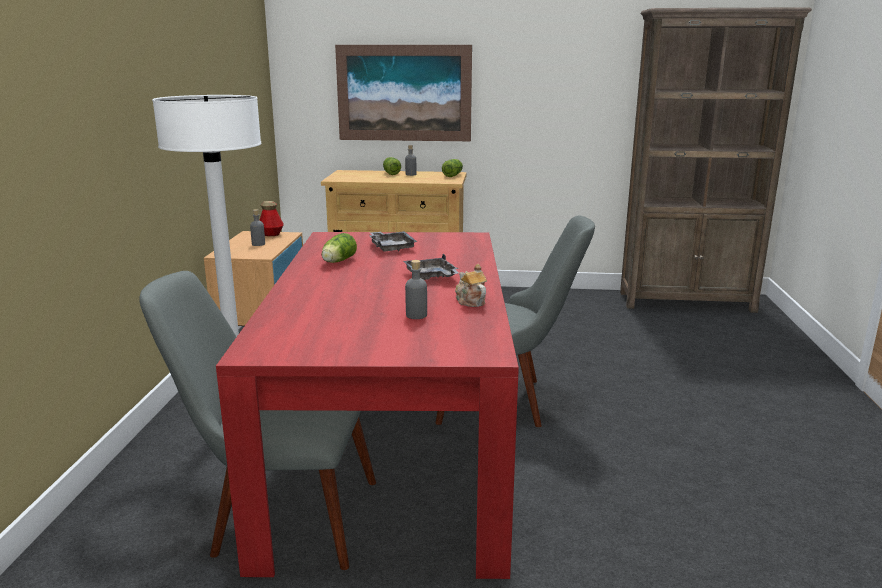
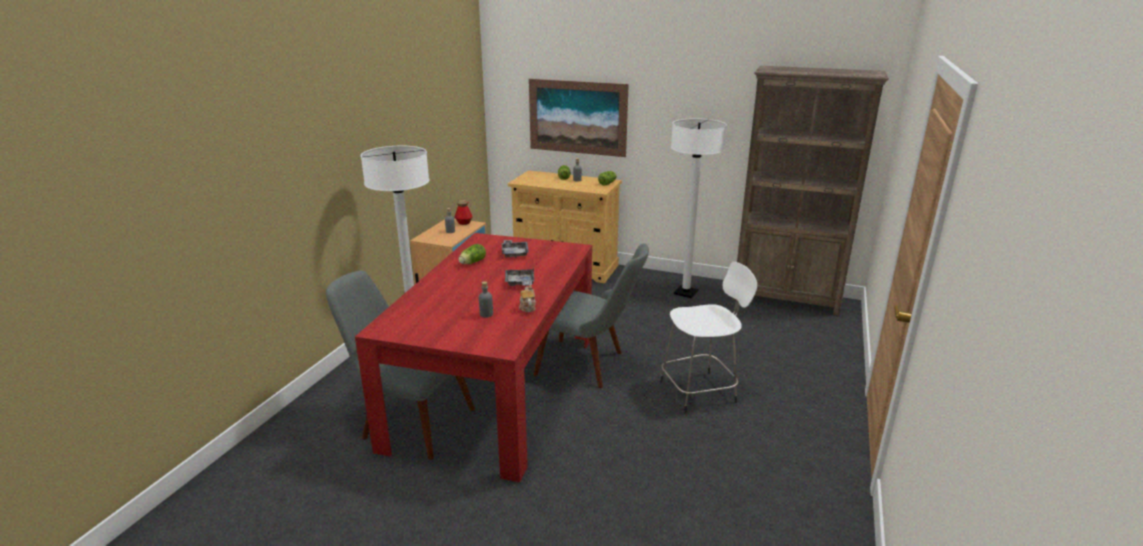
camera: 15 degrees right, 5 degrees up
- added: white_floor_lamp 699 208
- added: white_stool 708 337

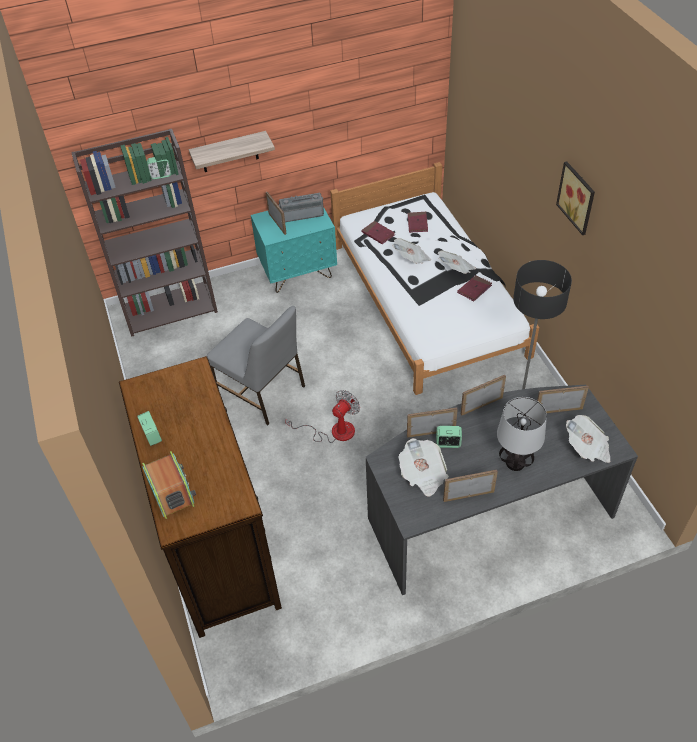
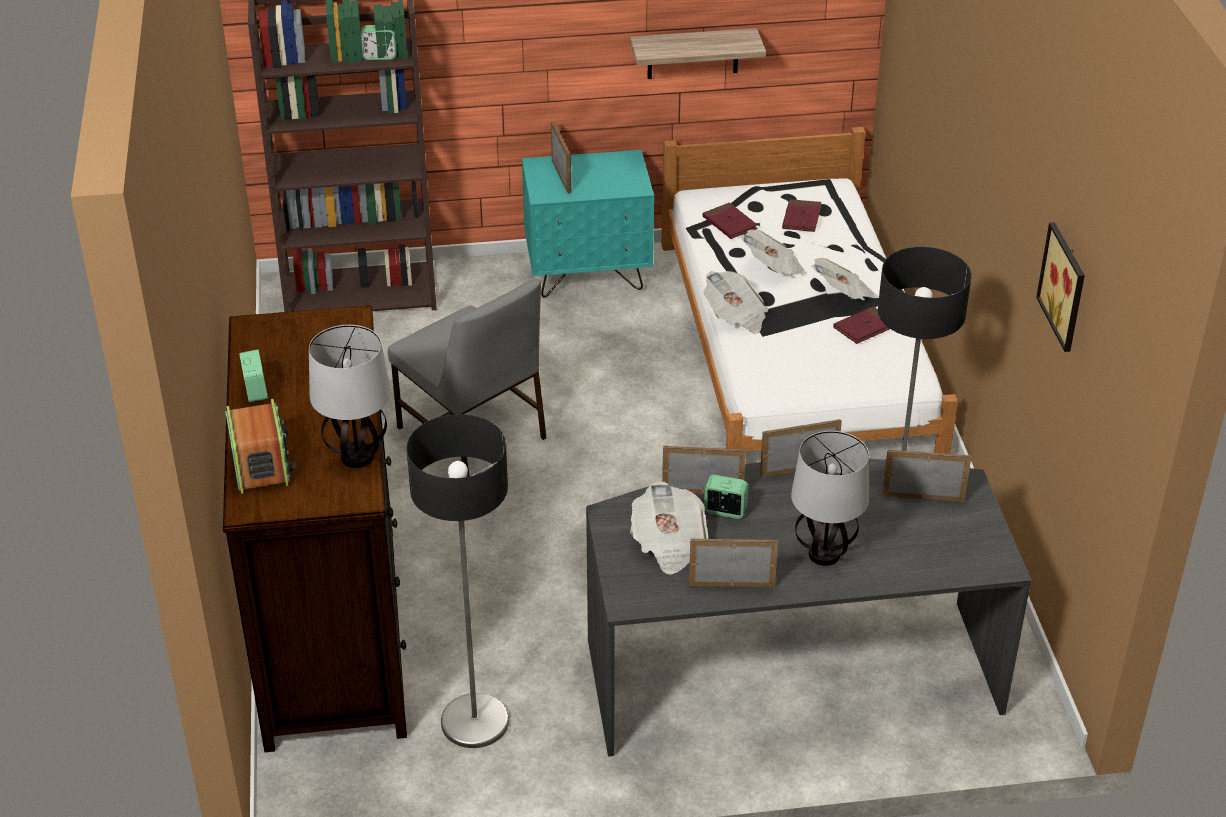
camera: 10 degrees right, 10 degrees down
- moved: shelf 232 151 to 698 53
- moved: picture 575 198 to 1060 287
- removed: radio 301 207
- removed: fan 322 416
- moved: newspaper 588 439 to 736 302
- added: table_lamp 350 396
- added: floor_lamp 457 581

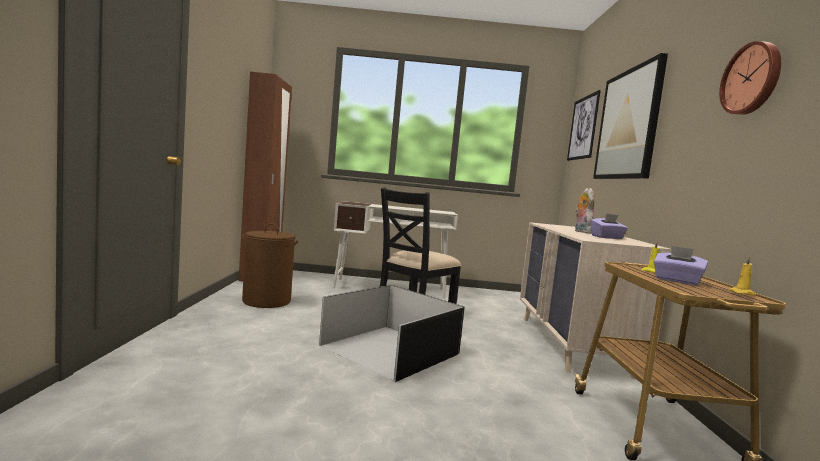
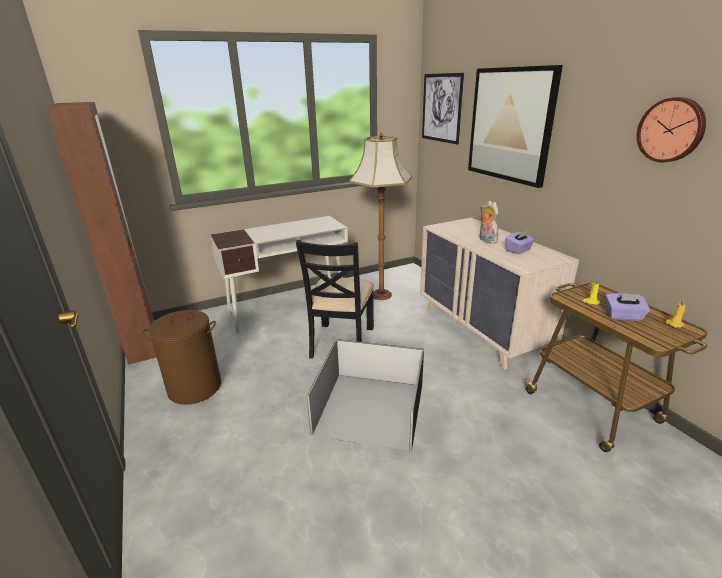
camera: 25 degrees left, 20 degrees up
- added: floor_lamp 380 216

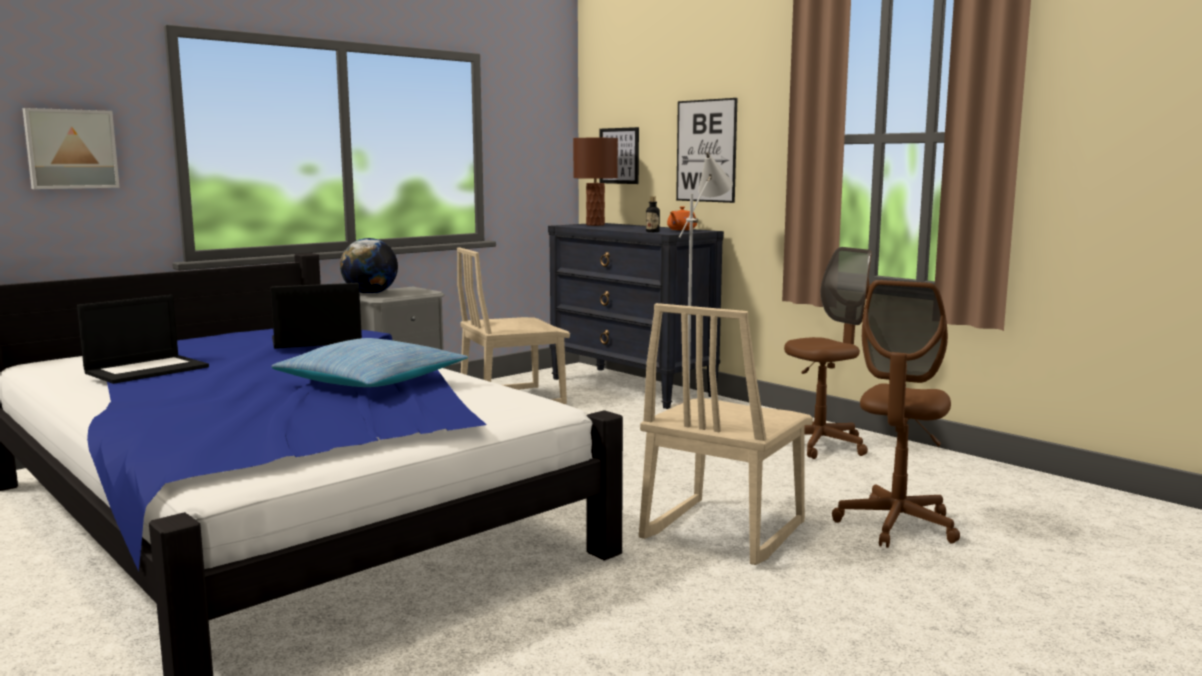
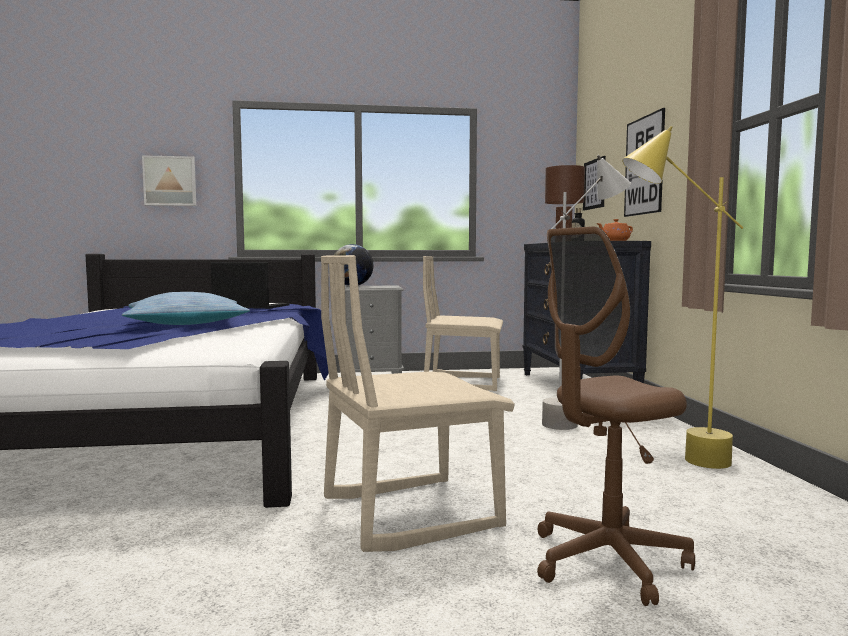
camera: 35 degrees right, 5 degrees down
- replaced: brown_office_chair 827 353 to yellow_floor_lamp 682 297
- removed: laptop 143 339

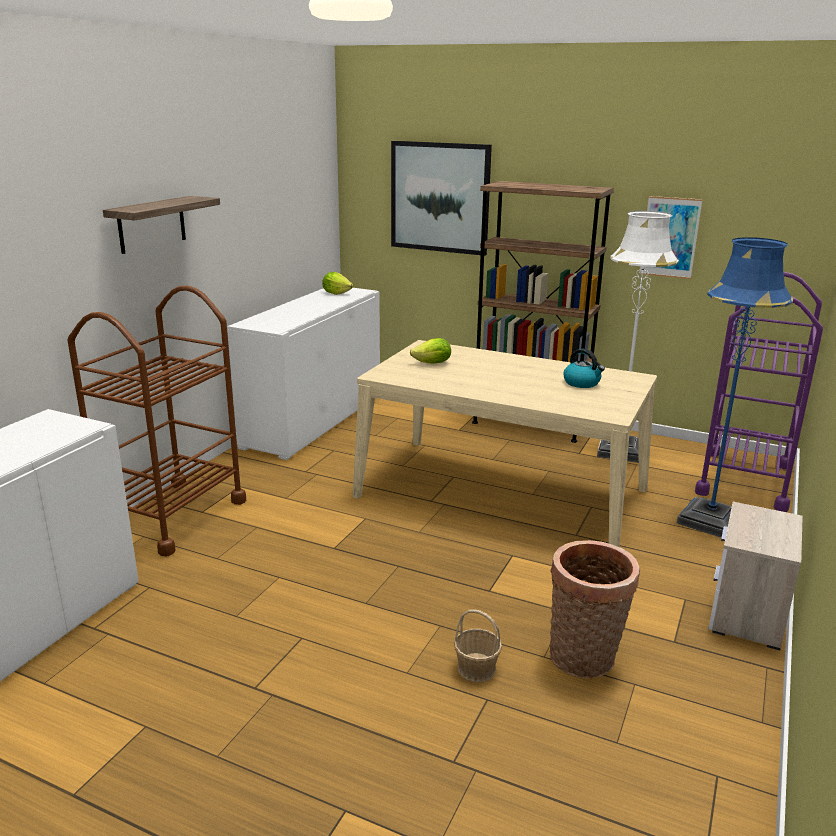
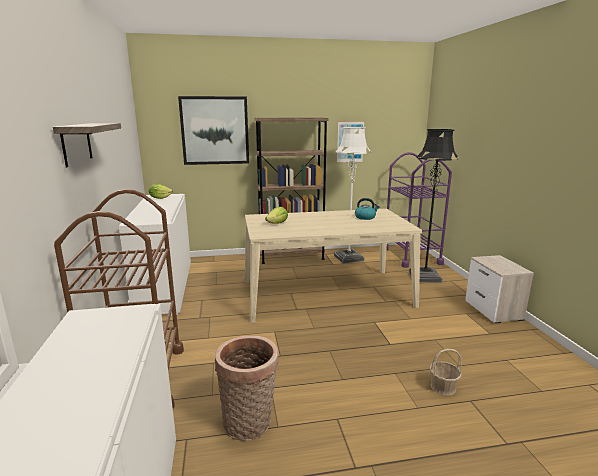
camera: 35 degrees left, 5 degrees down
- recoloured: blue_floor_lamp 735 387 to black_floor_lamp 434 206
- moved: basket 594 609 to 247 388

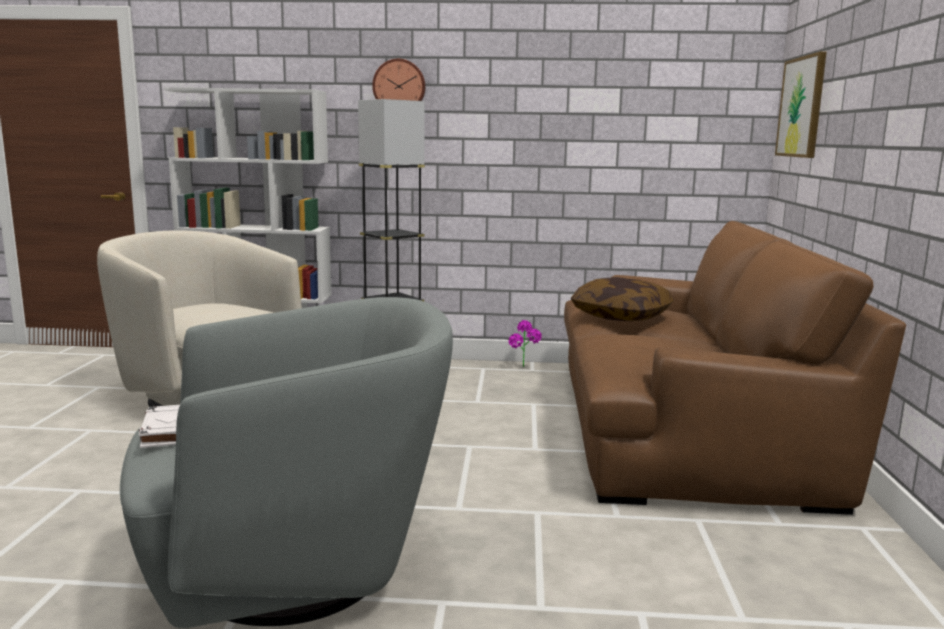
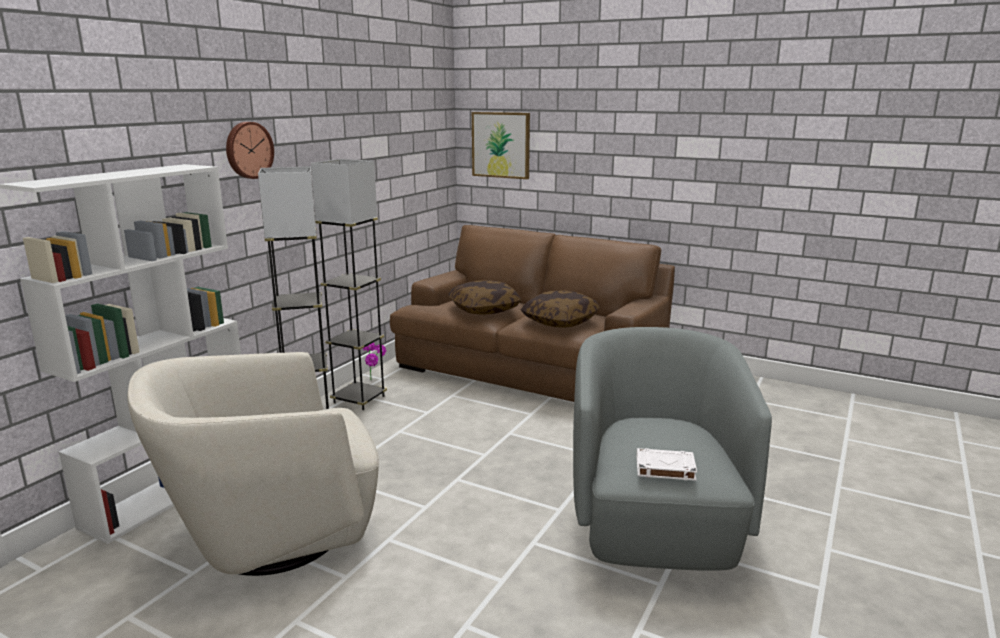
camera: 65 degrees left, 5 degrees up
- added: grey_floor_lamp 349 284
- added: pillow 560 309

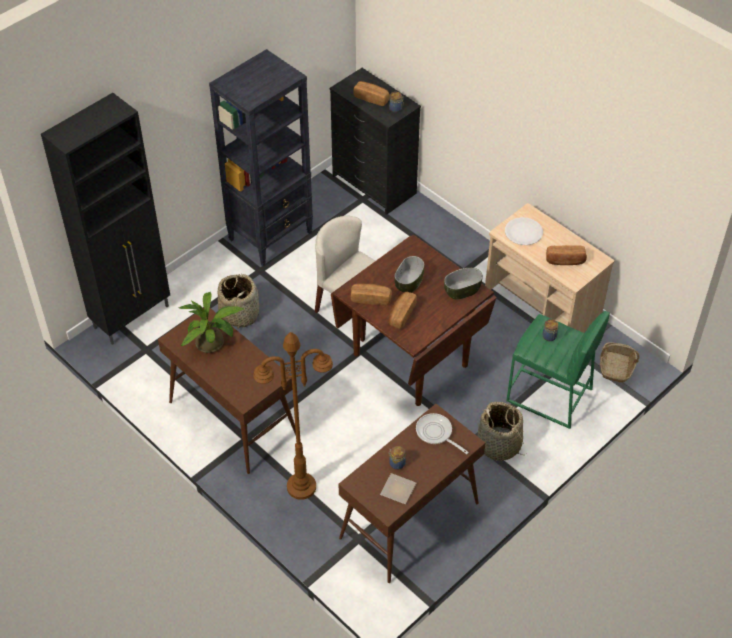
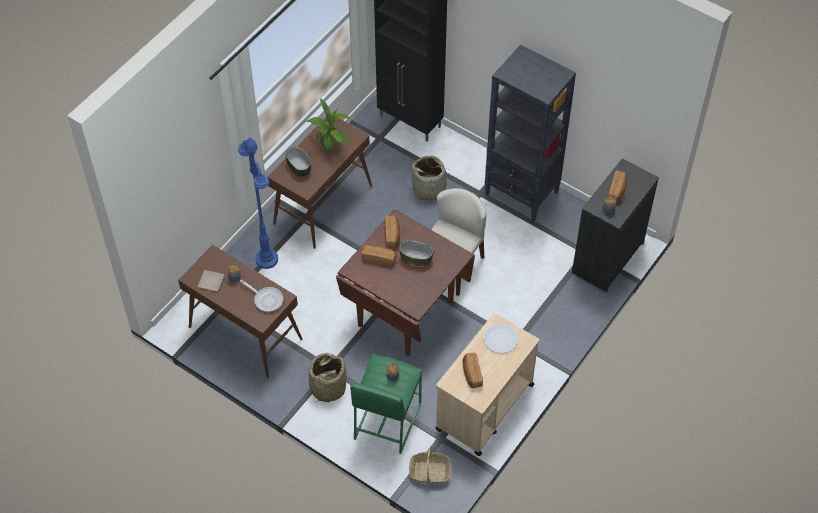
camera: 80 degrees right, 5 degrees up
- moved: bowl 463 284 to 298 162
- recoloured: brown_floor_lamp 293 416 to blue_floor_lamp 258 203
- turned: frying_pan 442 433 = 261 296 90 degrees clockwise

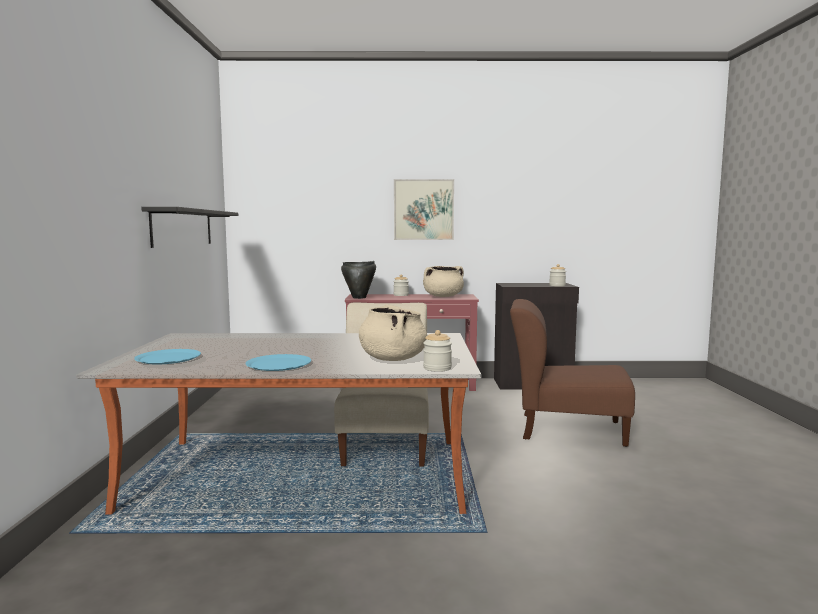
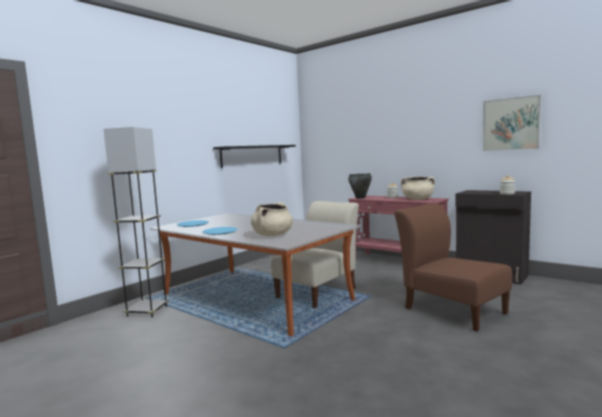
camera: 40 degrees right, 0 degrees up
- moved: picture 424 209 to 512 123
- removed: jar 437 350
- added: grey_floor_lamp 136 222

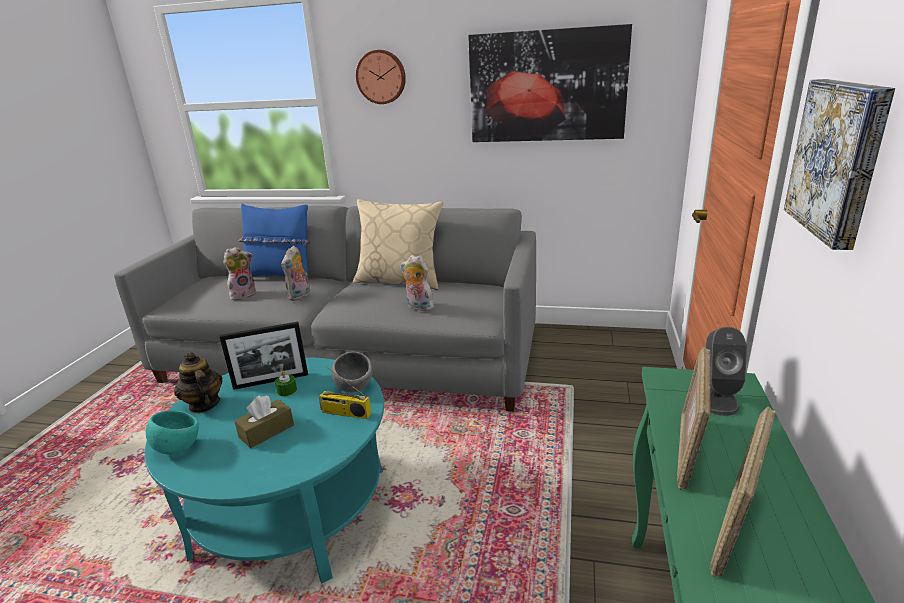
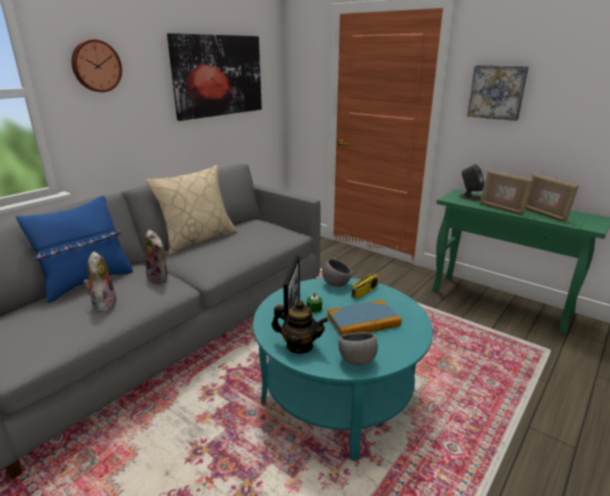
camera: 65 degrees left, 0 degrees up
- removed: plush_toy 417 283
- turned: teapot 198 382 = 300 327 150 degrees counterclockwise
- replaced: brown_tissue_box 264 421 to book 364 318
- recoloured: turquoise_bowl 172 432 to grey_bowl 358 349

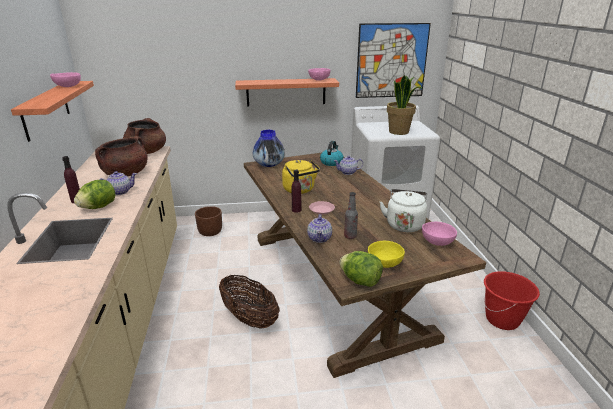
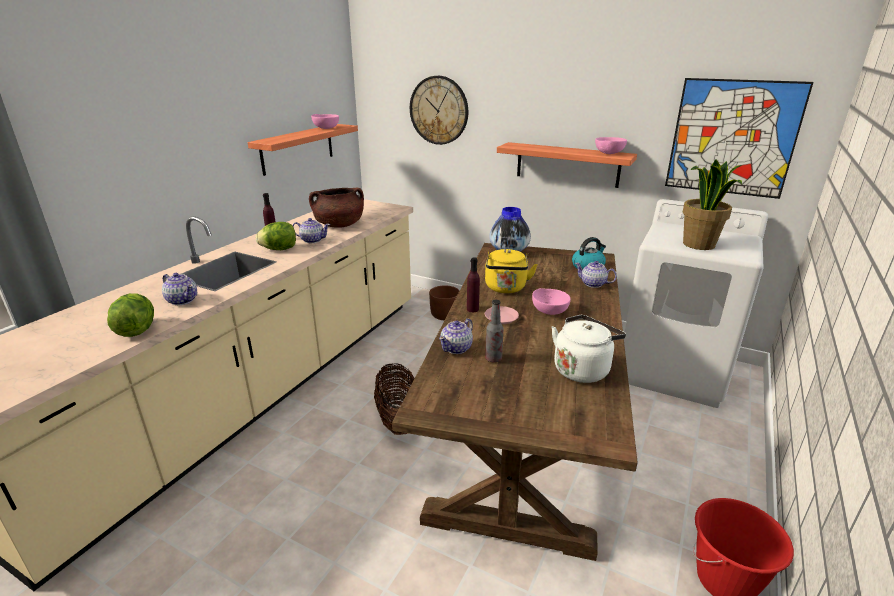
camera: 35 degrees right, 0 degrees up
- removed: brown_cooking_pot 144 136
- moved: pink_bowl 439 234 to 551 301
- removed: yellow_bowl 386 254
- moved: lettuce 361 269 to 130 315
- added: wall_clock 439 110
- added: teapot 179 289

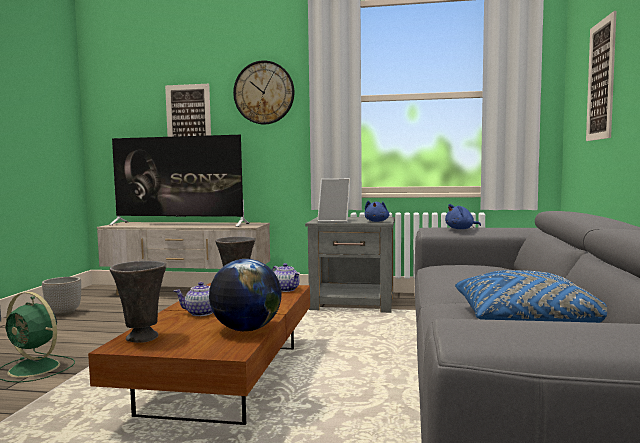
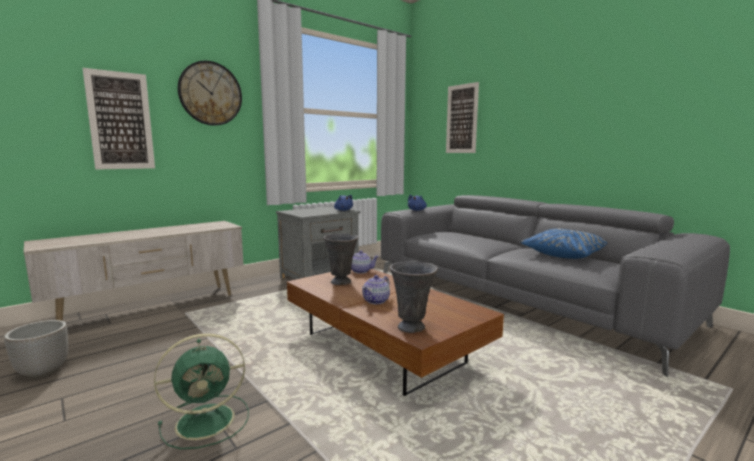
camera: 50 degrees left, 5 degrees up
- removed: television 179 181
- removed: picture_frame 334 201
- removed: globe 245 295

